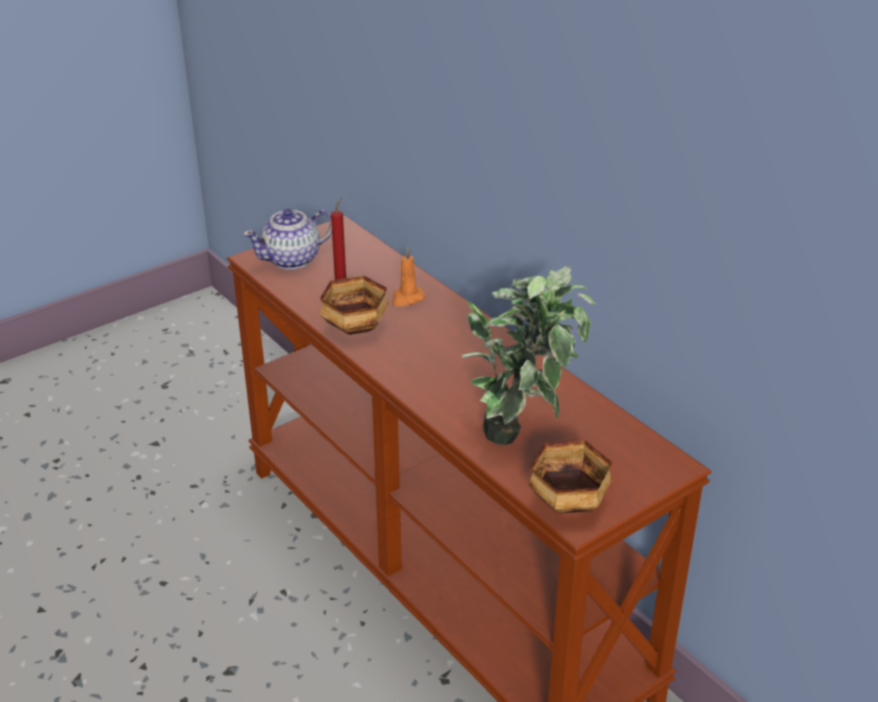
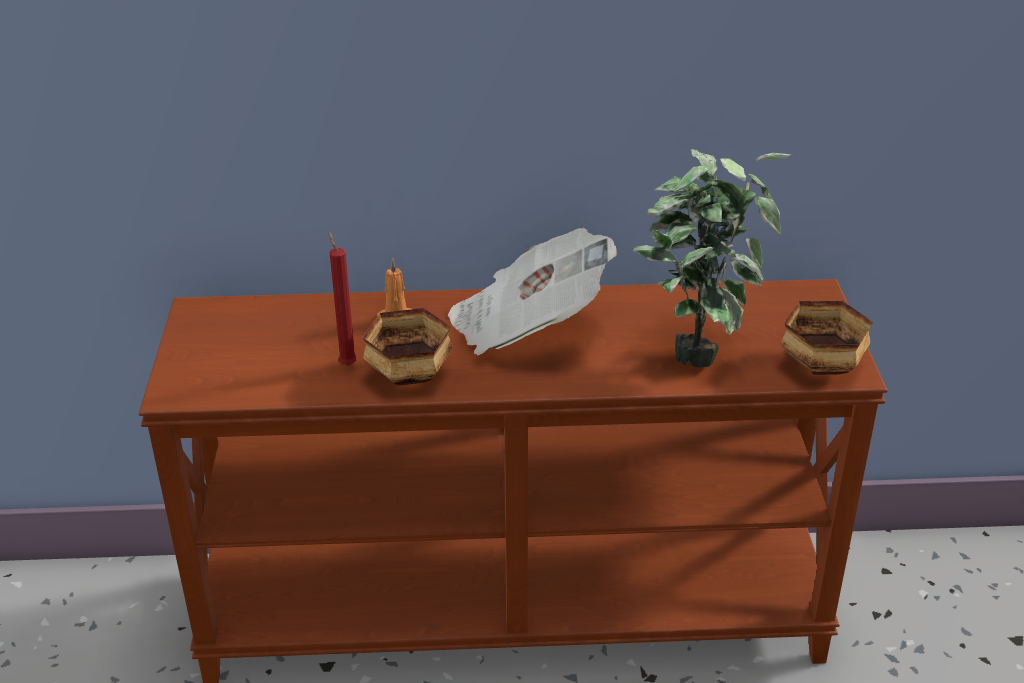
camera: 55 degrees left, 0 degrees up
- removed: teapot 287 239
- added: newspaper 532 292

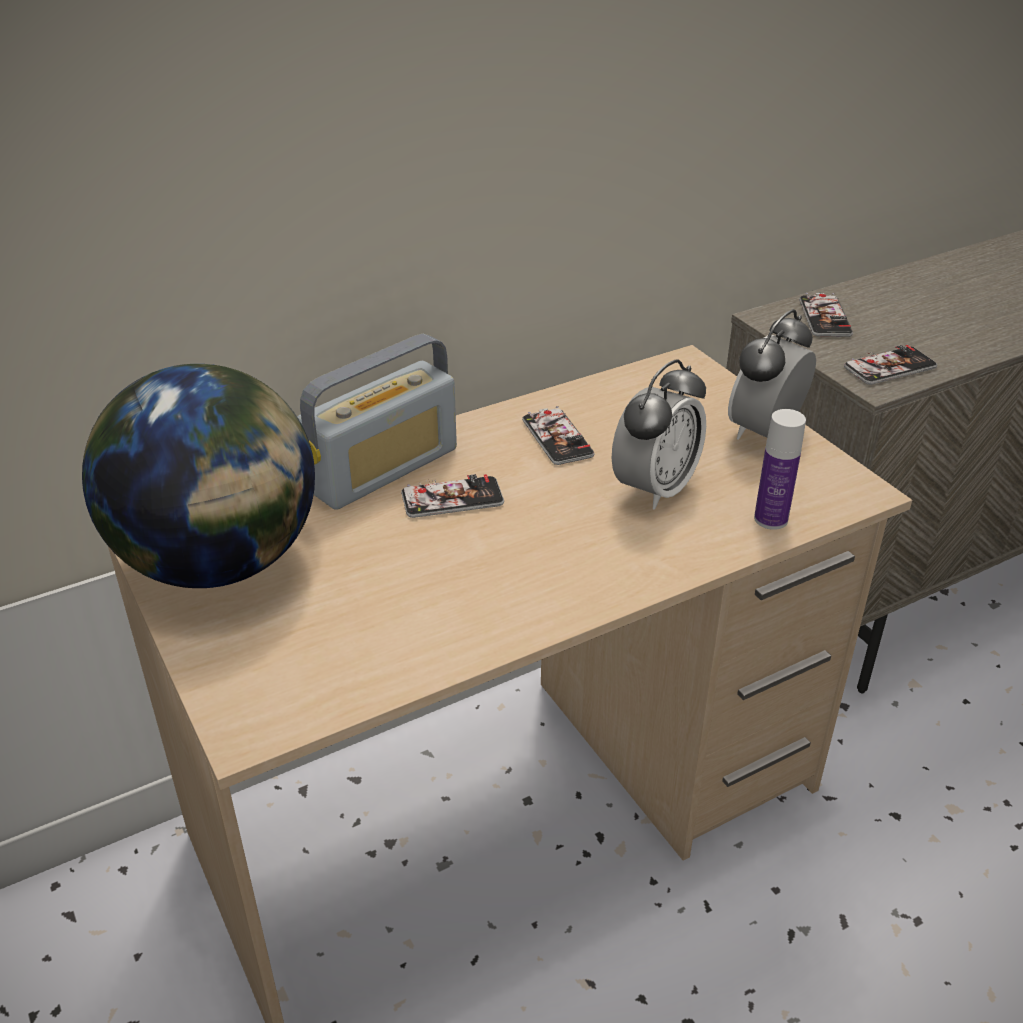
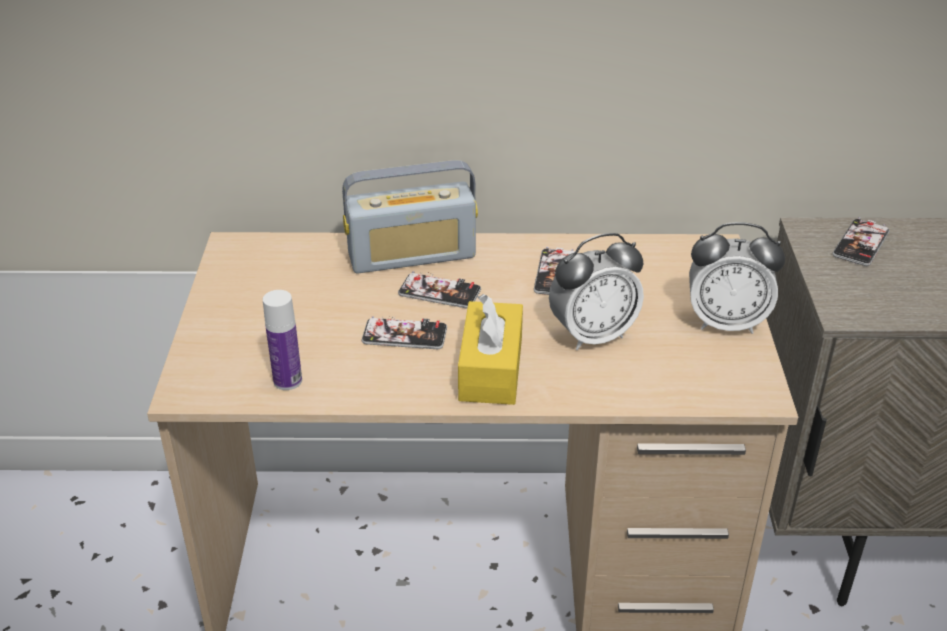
camera: 30 degrees right, 0 degrees up
- turned: alarm_clock 772 374 = 737 278 150 degrees counterclockwise
- moved: phone 890 365 to 404 332
- removed: globe 198 476
- moved: bottle 780 469 to 282 340
- added: yellow_tissue_box 490 349

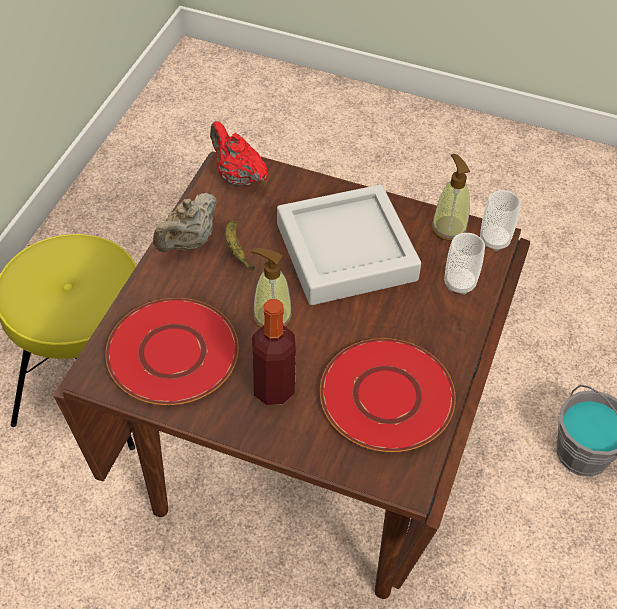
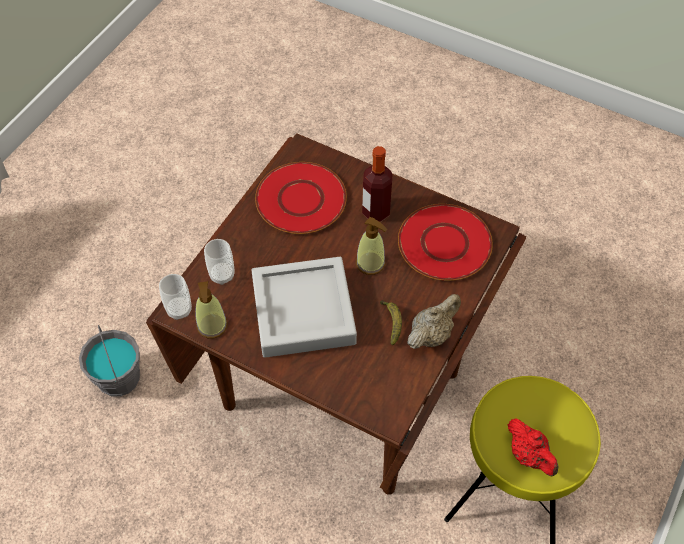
camera: 170 degrees left, 5 degrees up
- moved: red_teapot 239 153 to 533 447

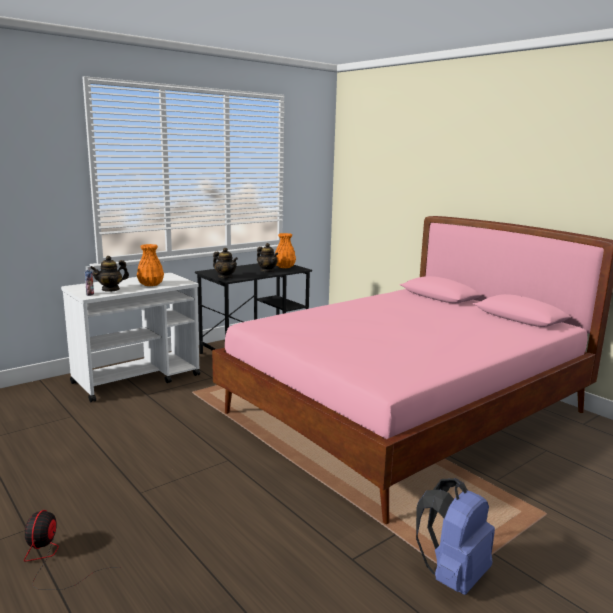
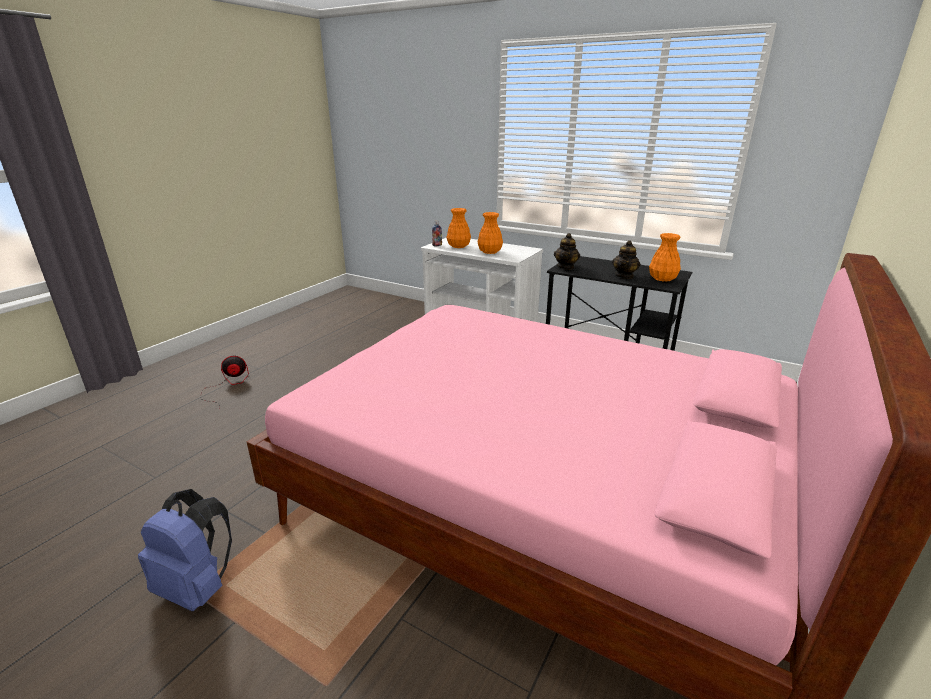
camera: 70 degrees right, 10 degrees up
- replaced: teapot 110 274 to orange_vase 459 228

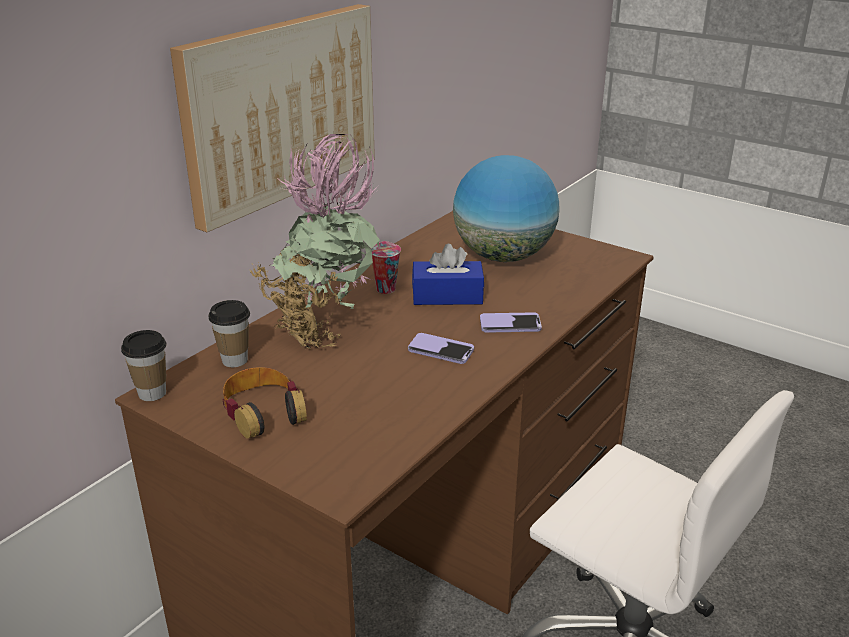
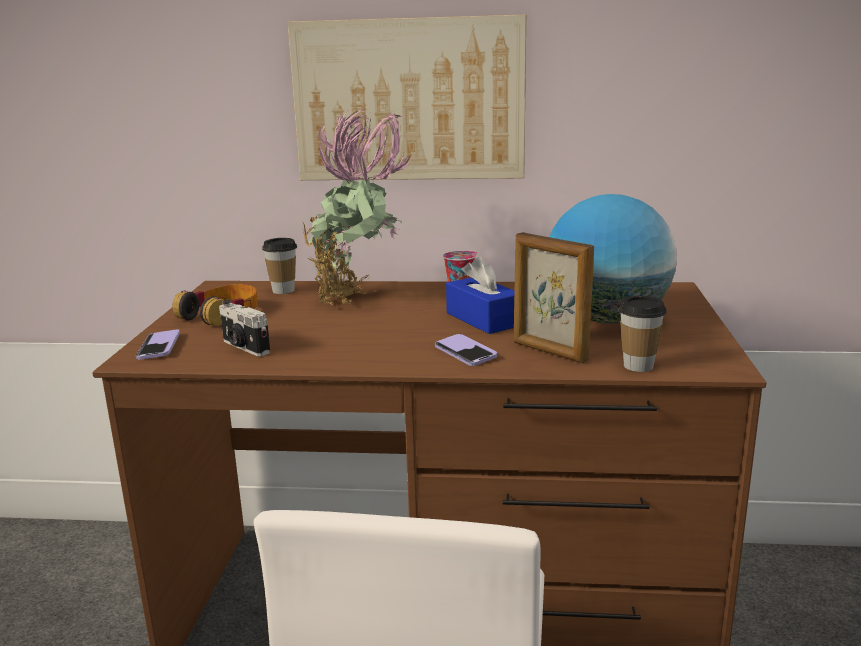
camera: 60 degrees right, 10 degrees down
- moved: cup 143 365 to 643 334
- moved: phone 441 348 to 158 344
- added: picture_frame 554 297
- added: photo_camera 244 328

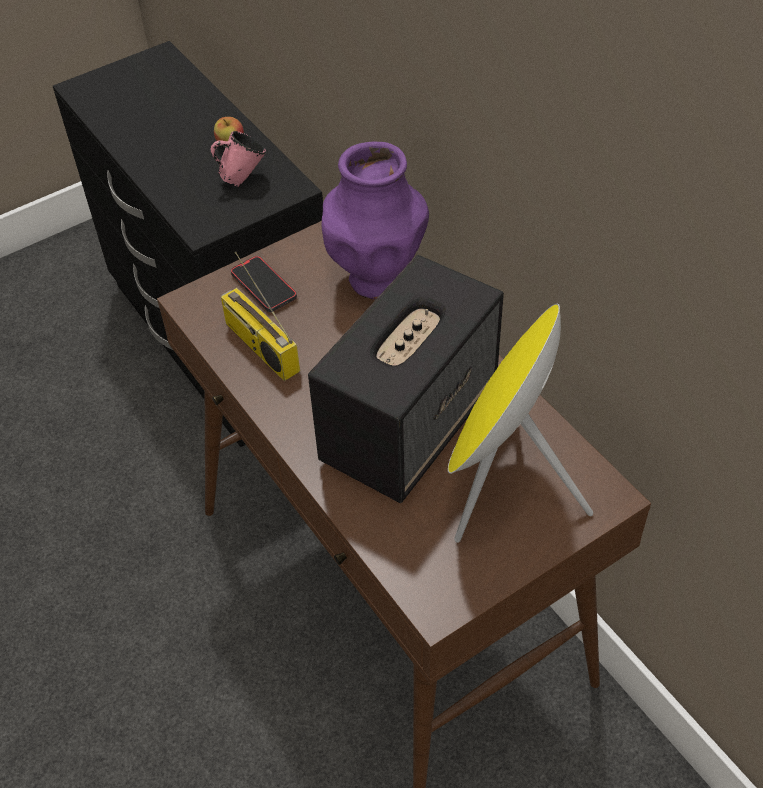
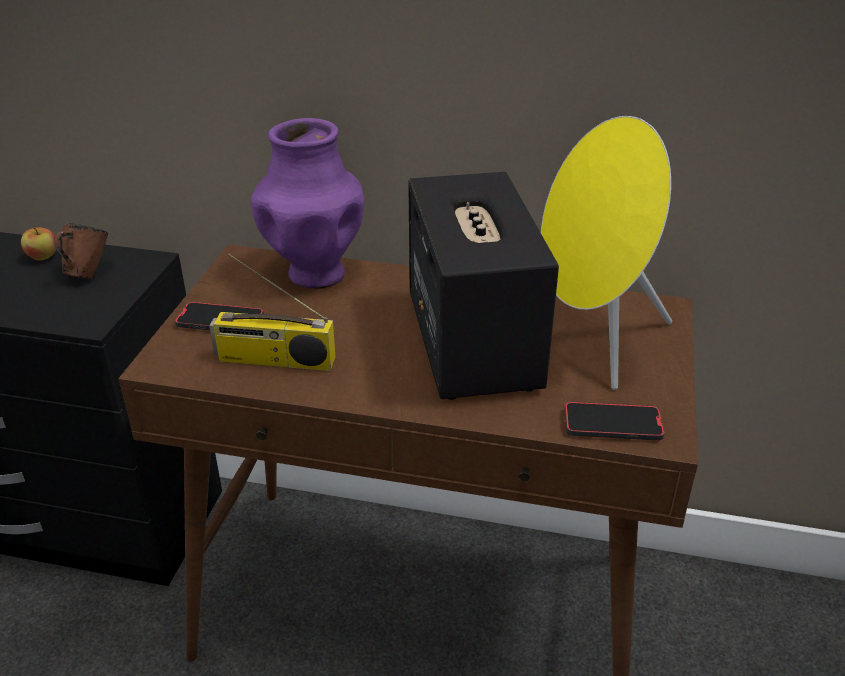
camera: 45 degrees left, 15 degrees down
- recoloured: pink_mug 238 159 to brown_mug 81 251
- added: phone 614 420

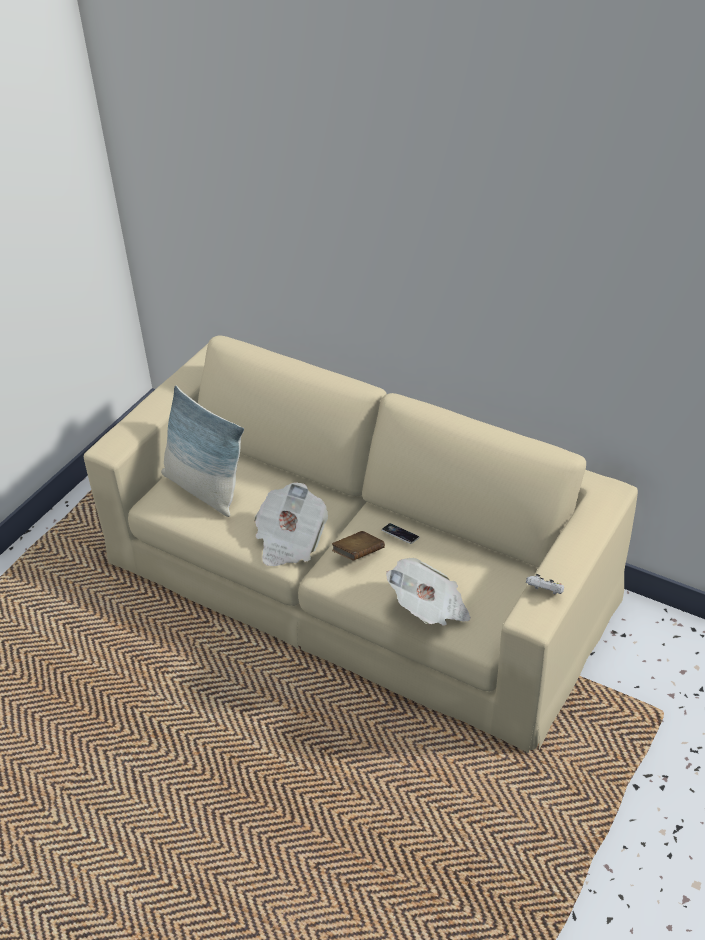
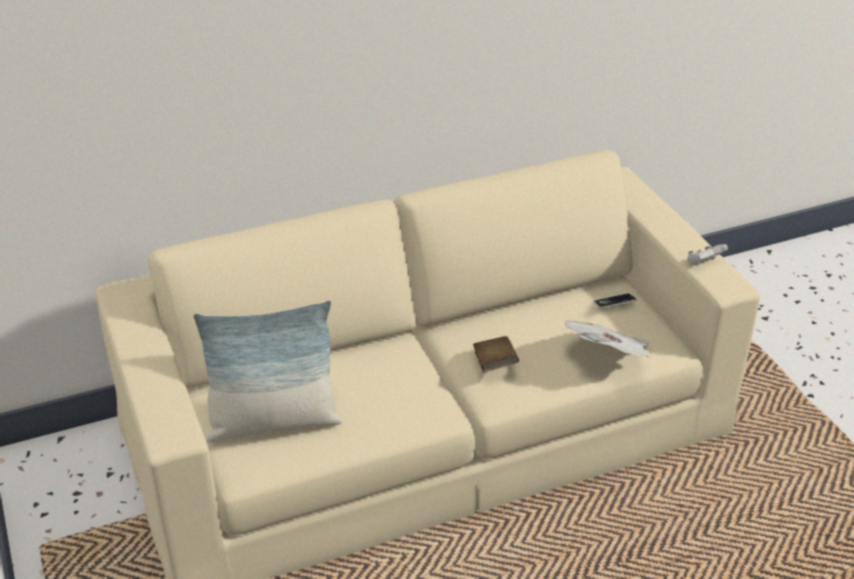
camera: 55 degrees left, 5 degrees down
- removed: newspaper 291 524
- moved: phone 400 533 to 615 300

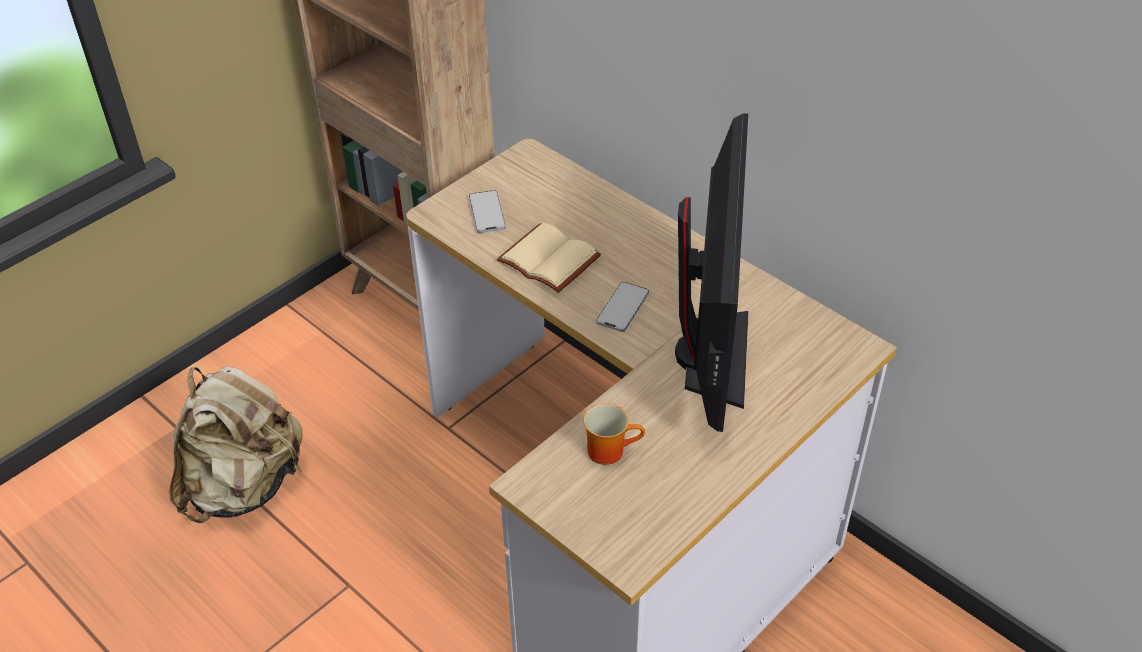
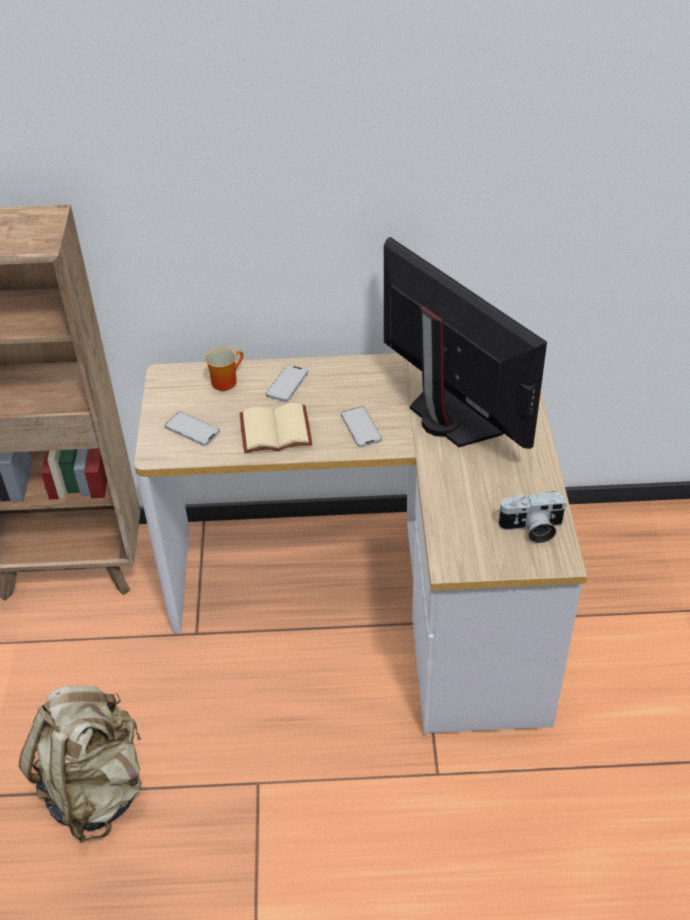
camera: 45 degrees left, 0 degrees up
- moved: mug 614 434 to 224 369
- added: phone 287 383
- added: photo_camera 532 517

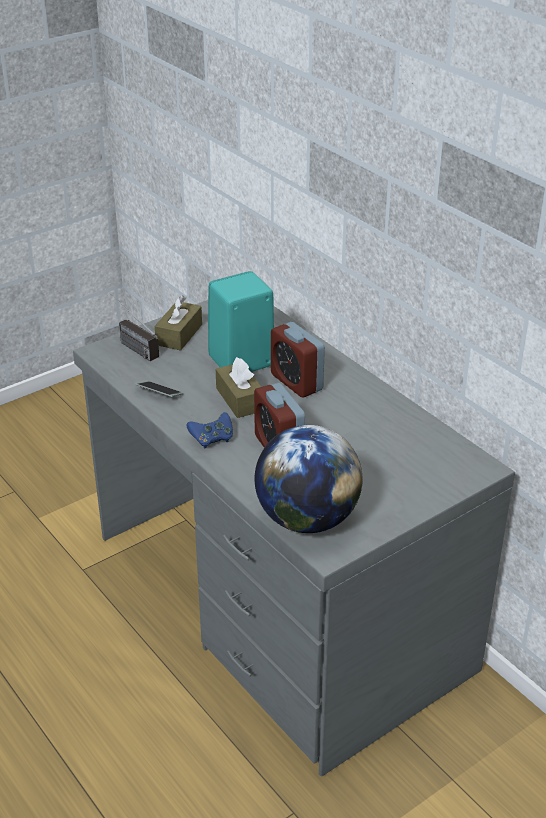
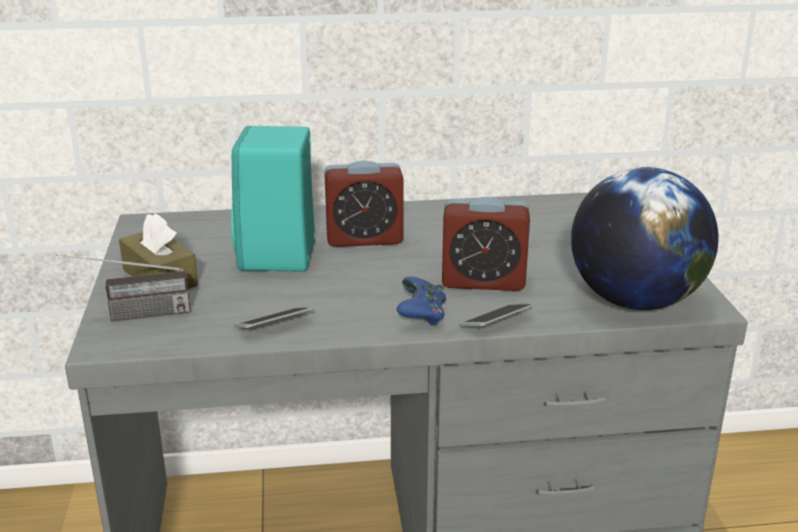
camera: 60 degrees left, 10 degrees down
- removed: brown_tissue_box 238 387
- added: phone 497 314

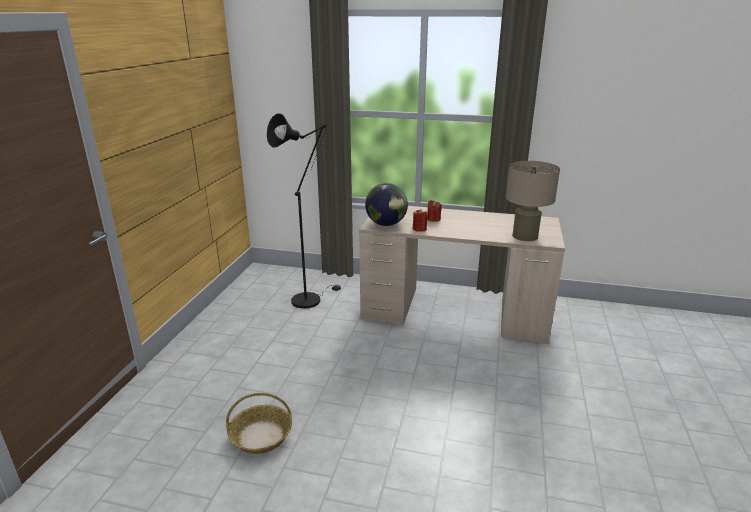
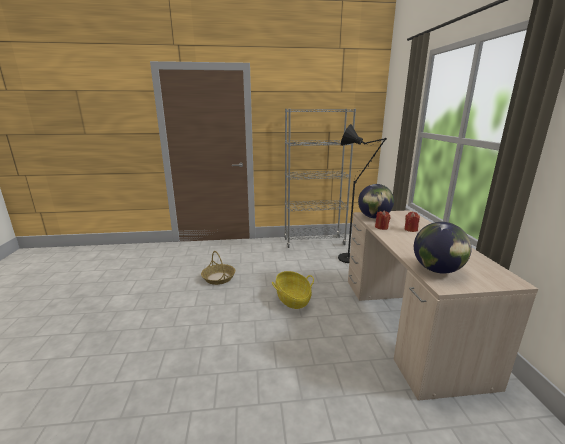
camera: 70 degrees right, 5 degrees down
- replaced: beige_table_lamp 532 201 to globe 443 248
- added: grey_bookcase 320 178
- added: basket 293 290

